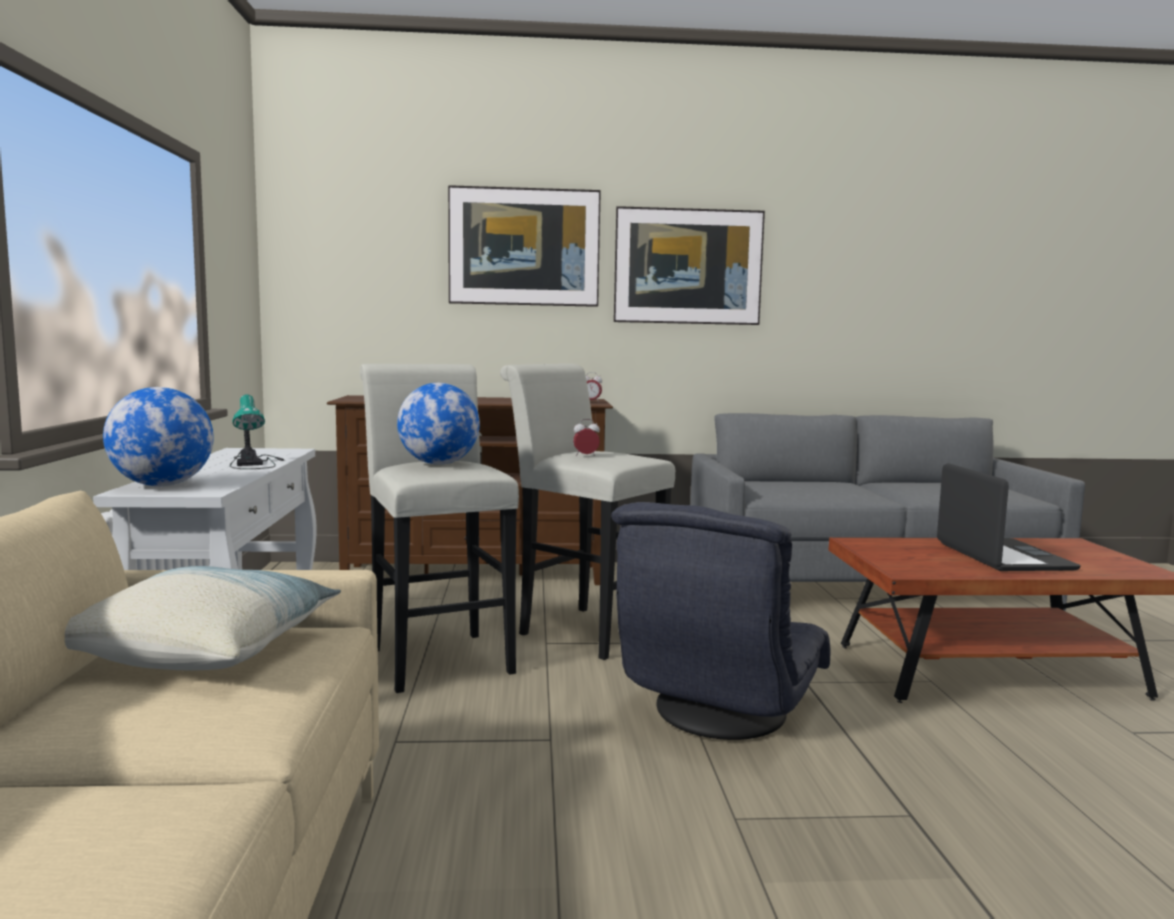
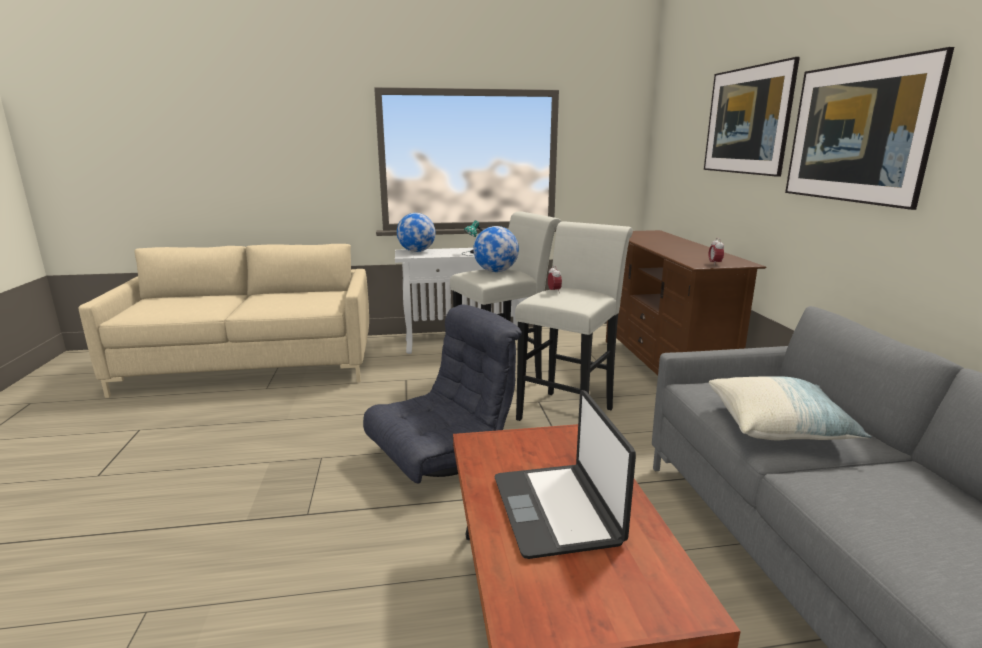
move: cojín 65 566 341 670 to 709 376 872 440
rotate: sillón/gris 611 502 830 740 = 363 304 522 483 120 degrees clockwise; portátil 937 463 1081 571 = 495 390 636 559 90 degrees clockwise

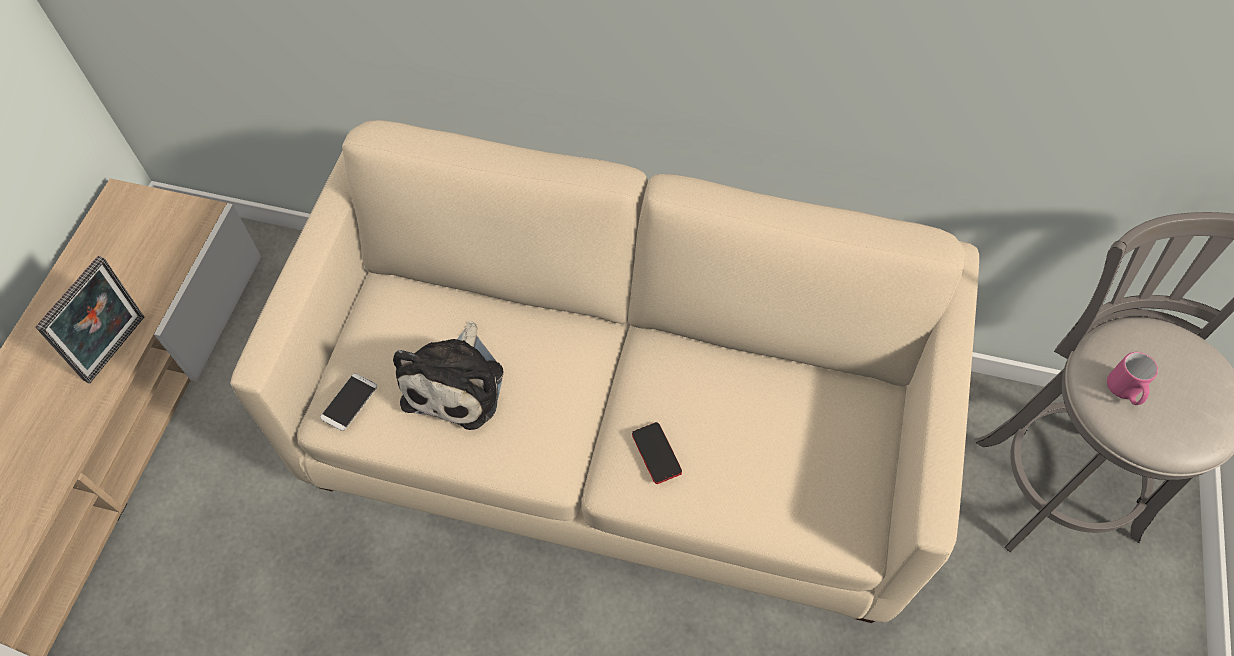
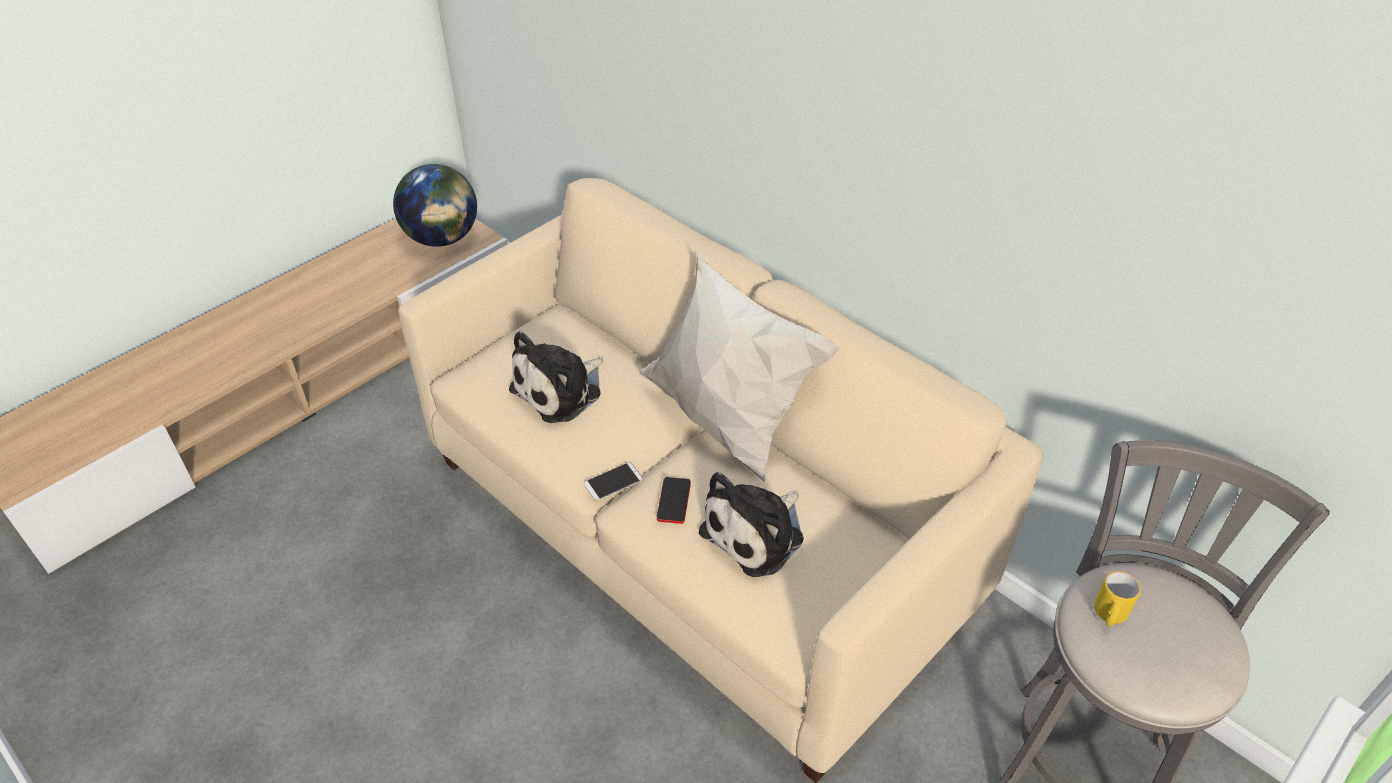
delete: portarretratos 35 256 144 384
insert: globo terráqueo 393 164 477 247; cojín/blanco 639 250 839 482; peluche 699 472 804 577
move: móvil 320 373 377 431 to 584 462 643 501
recolor: taza grande/rosa 1107 352 1158 405 to taza grande/amarillo 1094 571 1141 627

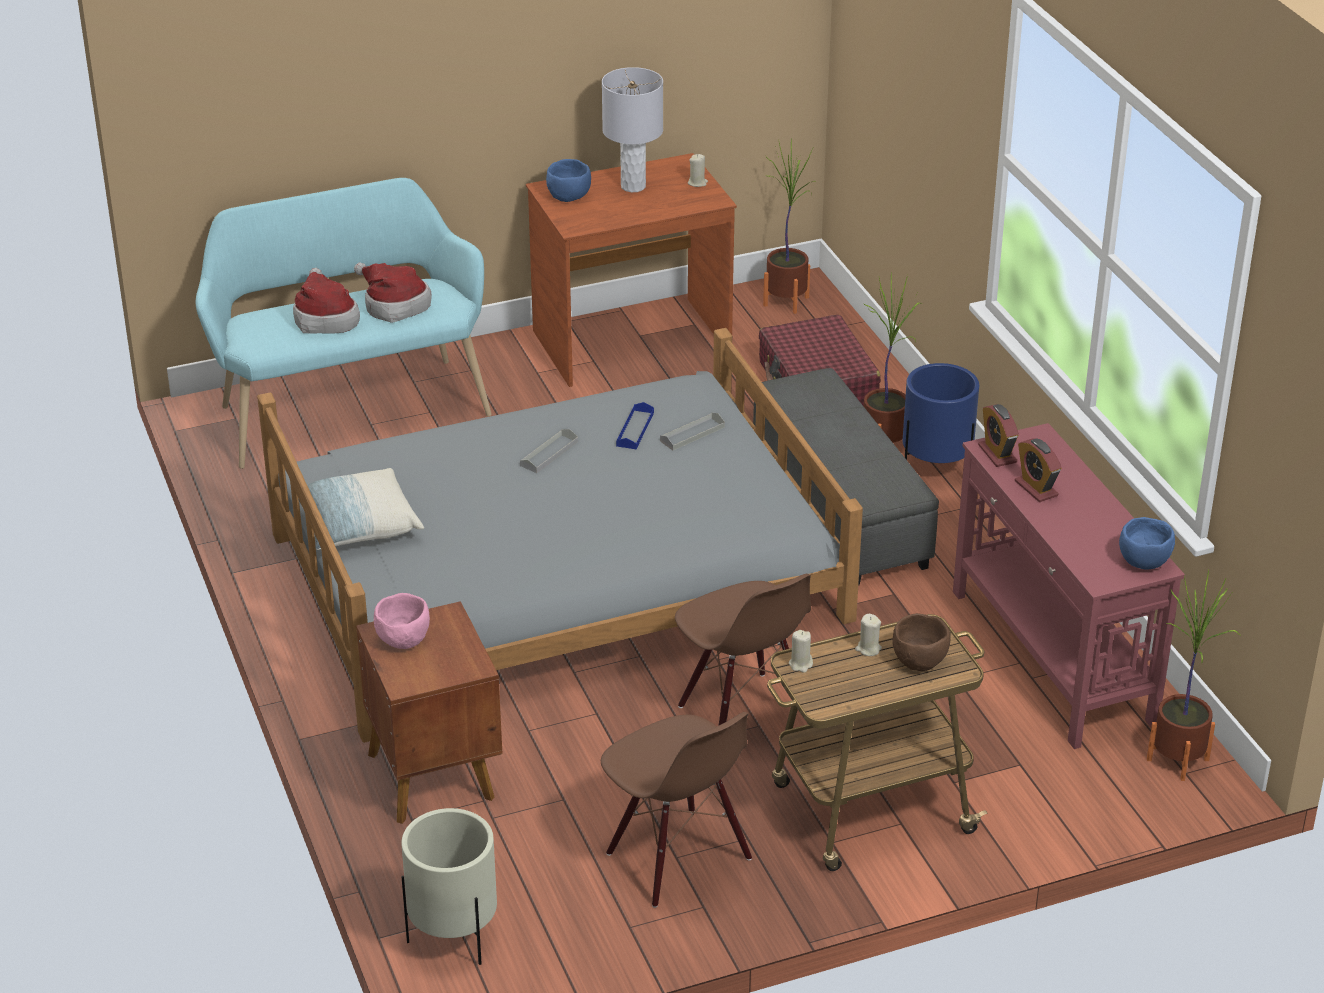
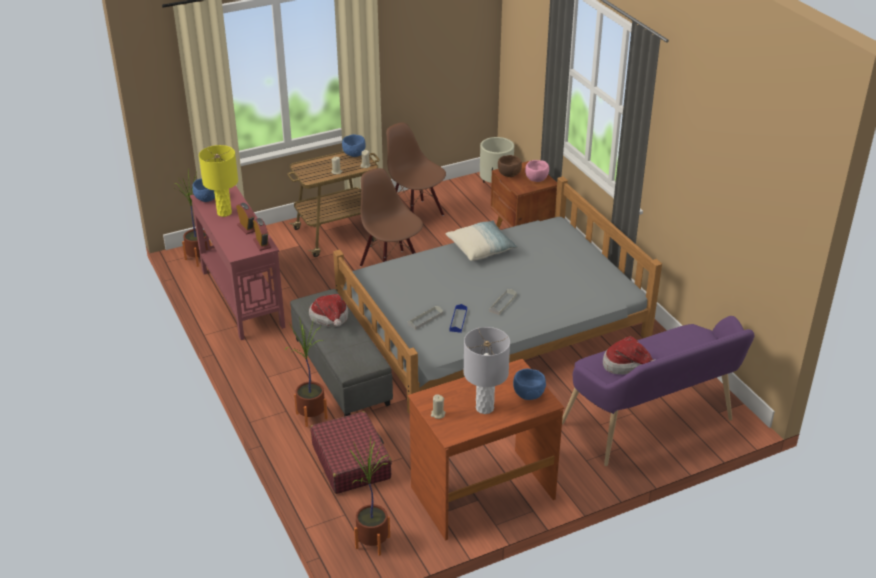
delete: maceta/azul 903 363 979 463
insert: lámpara de mesa/amarillo 199 145 238 217; cuenco/azul 342 134 366 157
move: sombrero 293 268 360 333 to 309 294 348 327; cojín 299 468 424 550 to 446 221 518 261; cuenco/marrón 893 613 951 671 to 498 155 522 177
recolor: banco/turquesa 196 178 492 469 to banco/morado 562 316 755 466

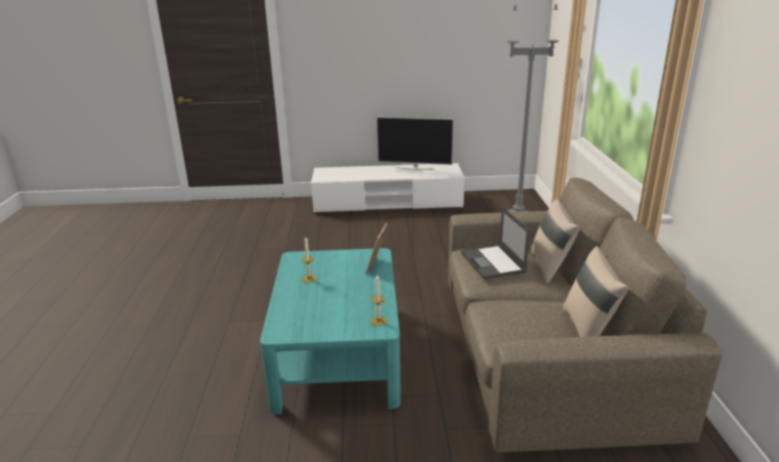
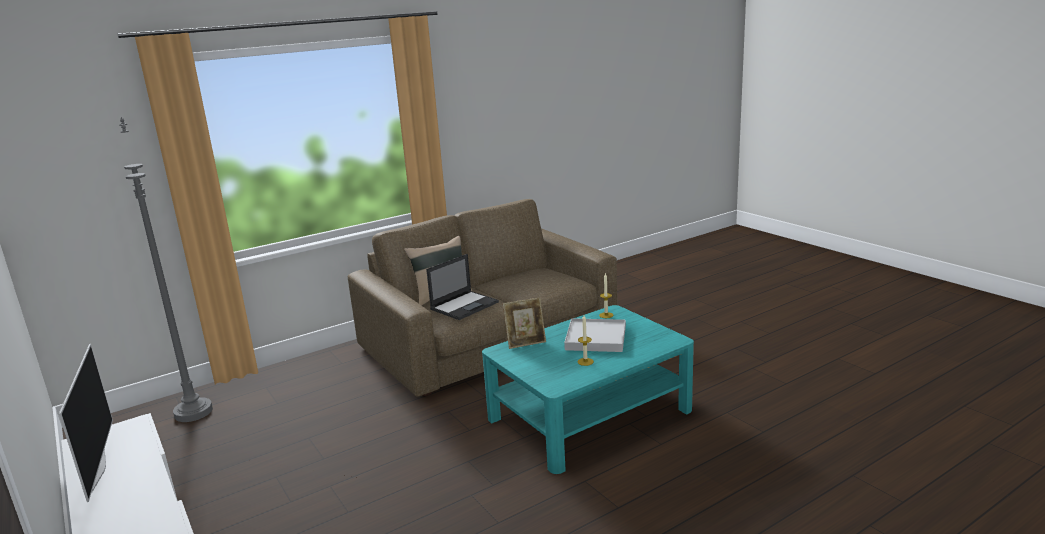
delete: cojín/beis 563 246 629 337
insert: bandeja/blanco 564 318 626 352

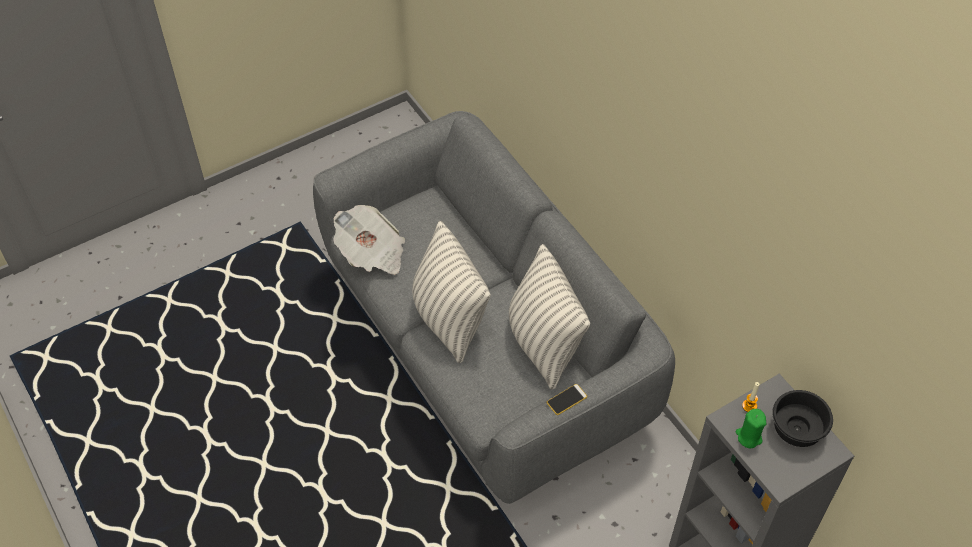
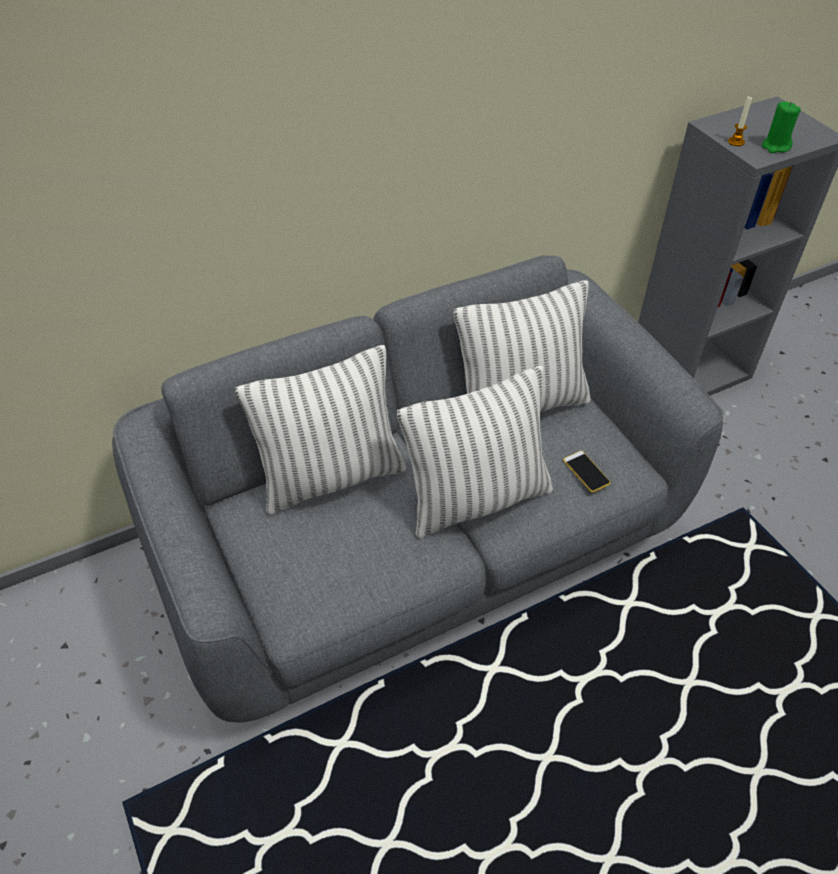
delete: periódico 333 205 405 275; cuenco/negro 772 390 833 447
insert: cojín 235 345 407 515
move: móvil 547 384 587 415 to 563 451 611 493

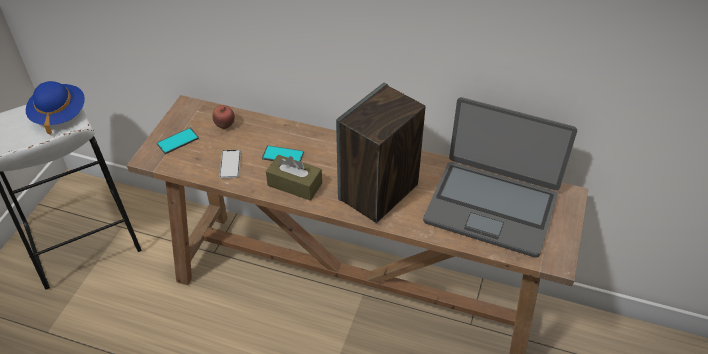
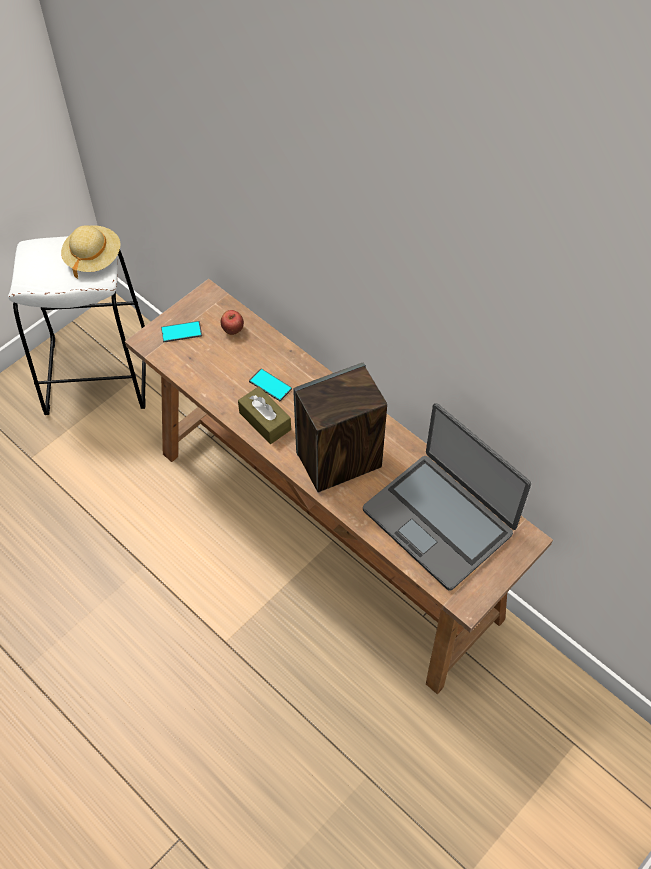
delete: móvil 219 150 241 178
recolor: sombrero/azul 26 81 85 135 to sombrero/beis 61 225 120 279

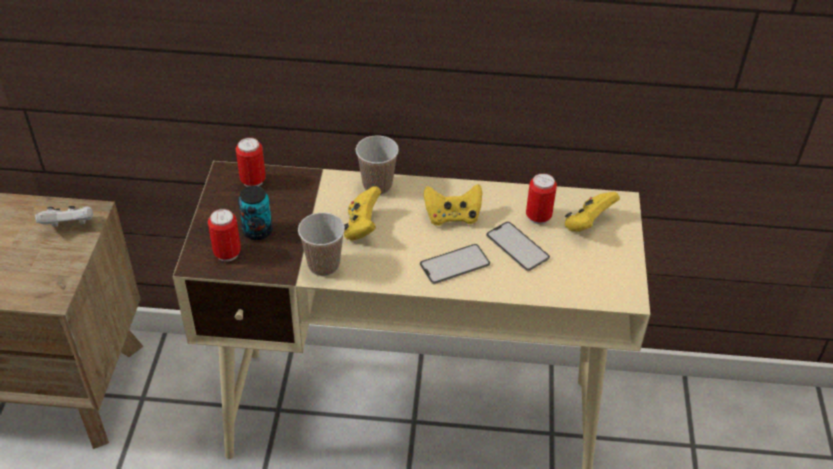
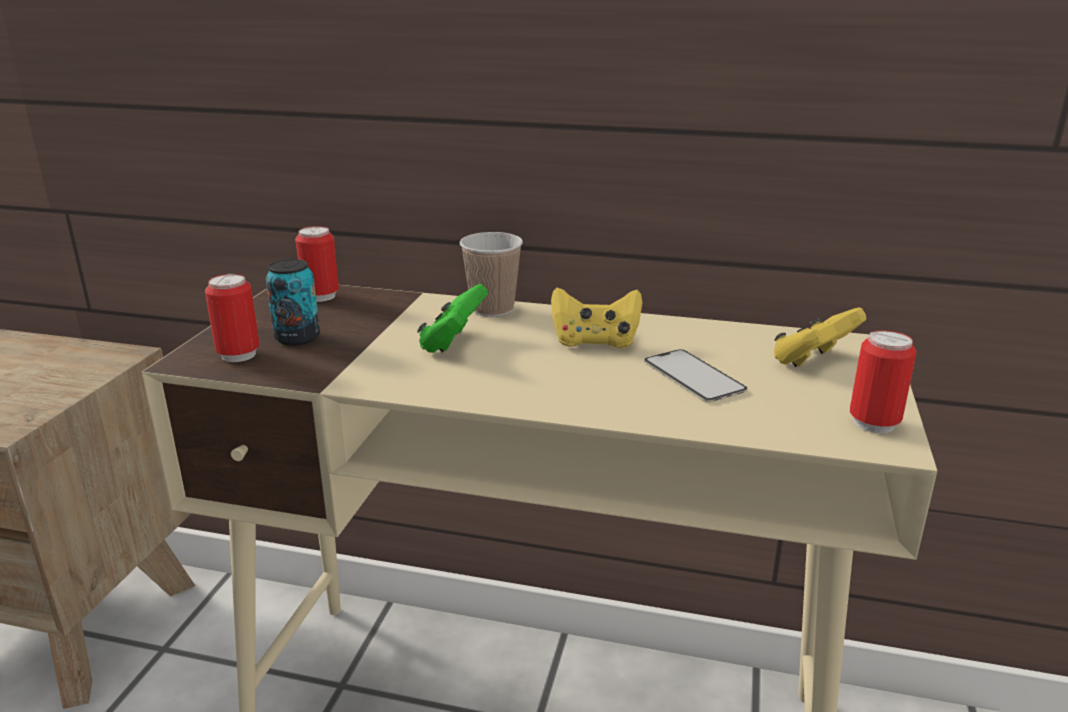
delete: mando de consola/blanco 35 206 93 227; taza 298 212 345 276; móvil 420 244 490 284
move: lata 526 173 557 224 to 850 330 916 433
recolor: mando de consola/amarillo 344 186 381 241 to mando de consola/verde 417 284 488 353

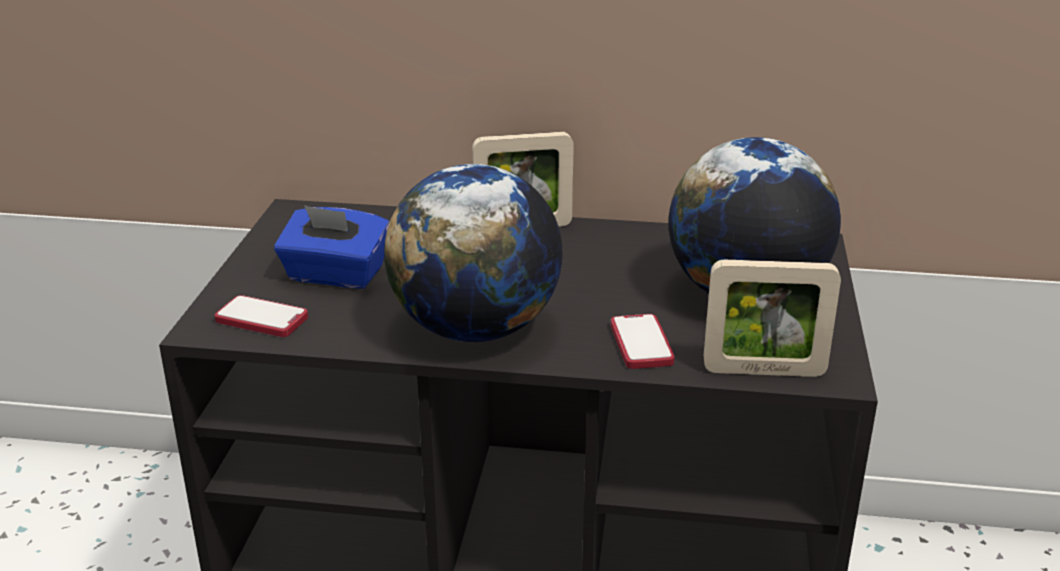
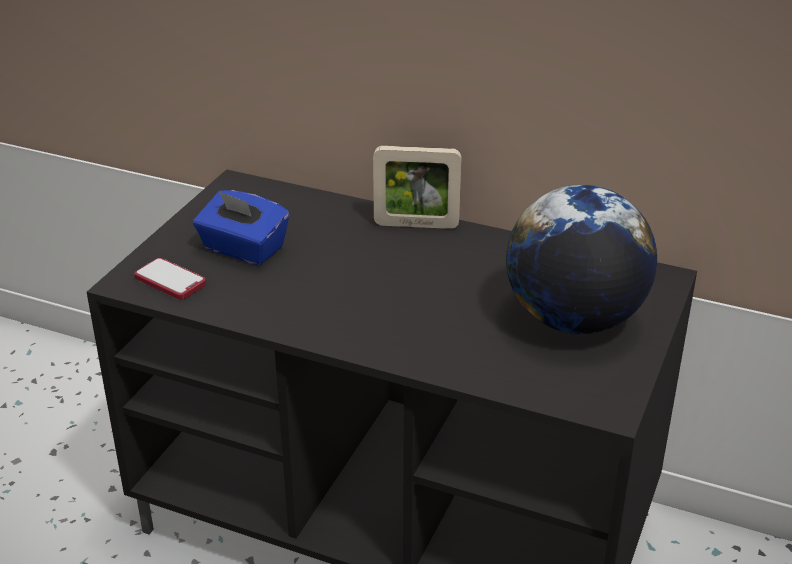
delete: globo terráqueo 384 164 563 342; móvil 611 314 675 369; portarretratos 704 260 841 377

